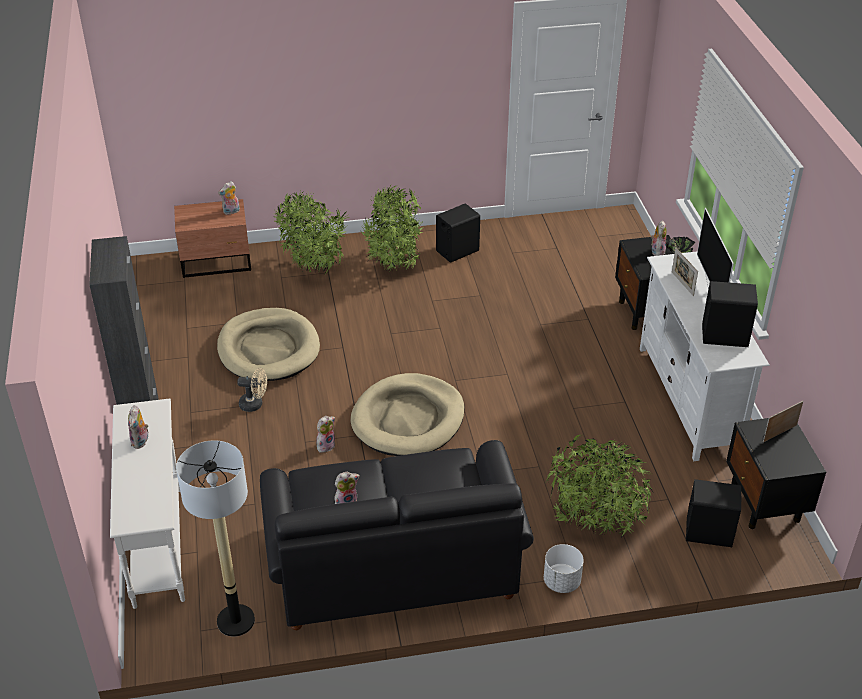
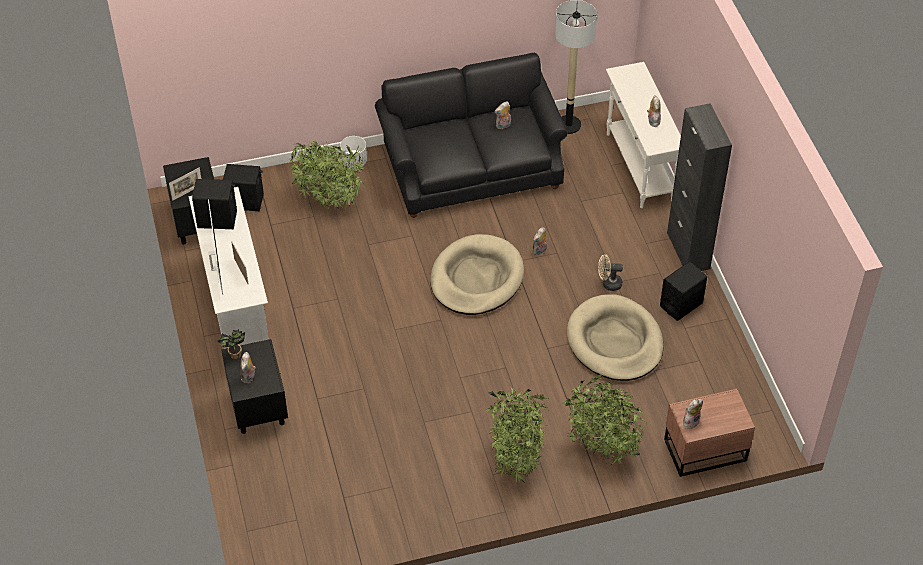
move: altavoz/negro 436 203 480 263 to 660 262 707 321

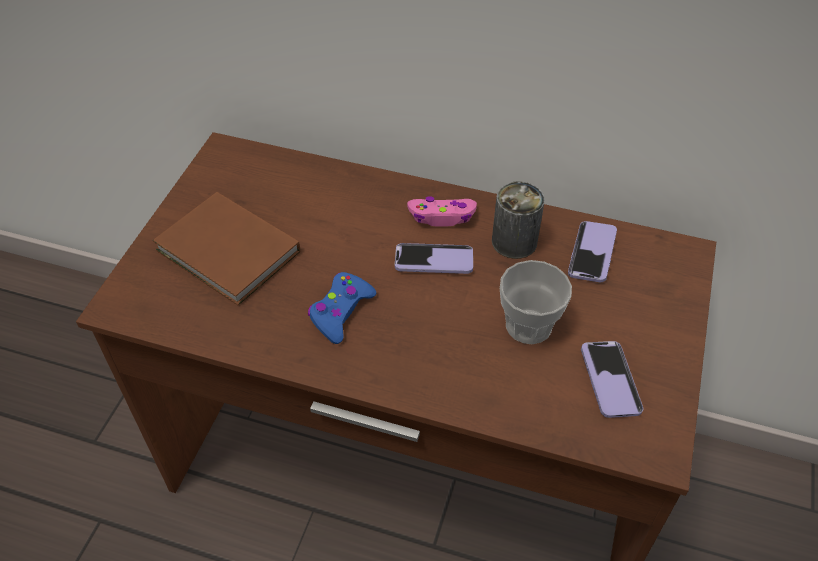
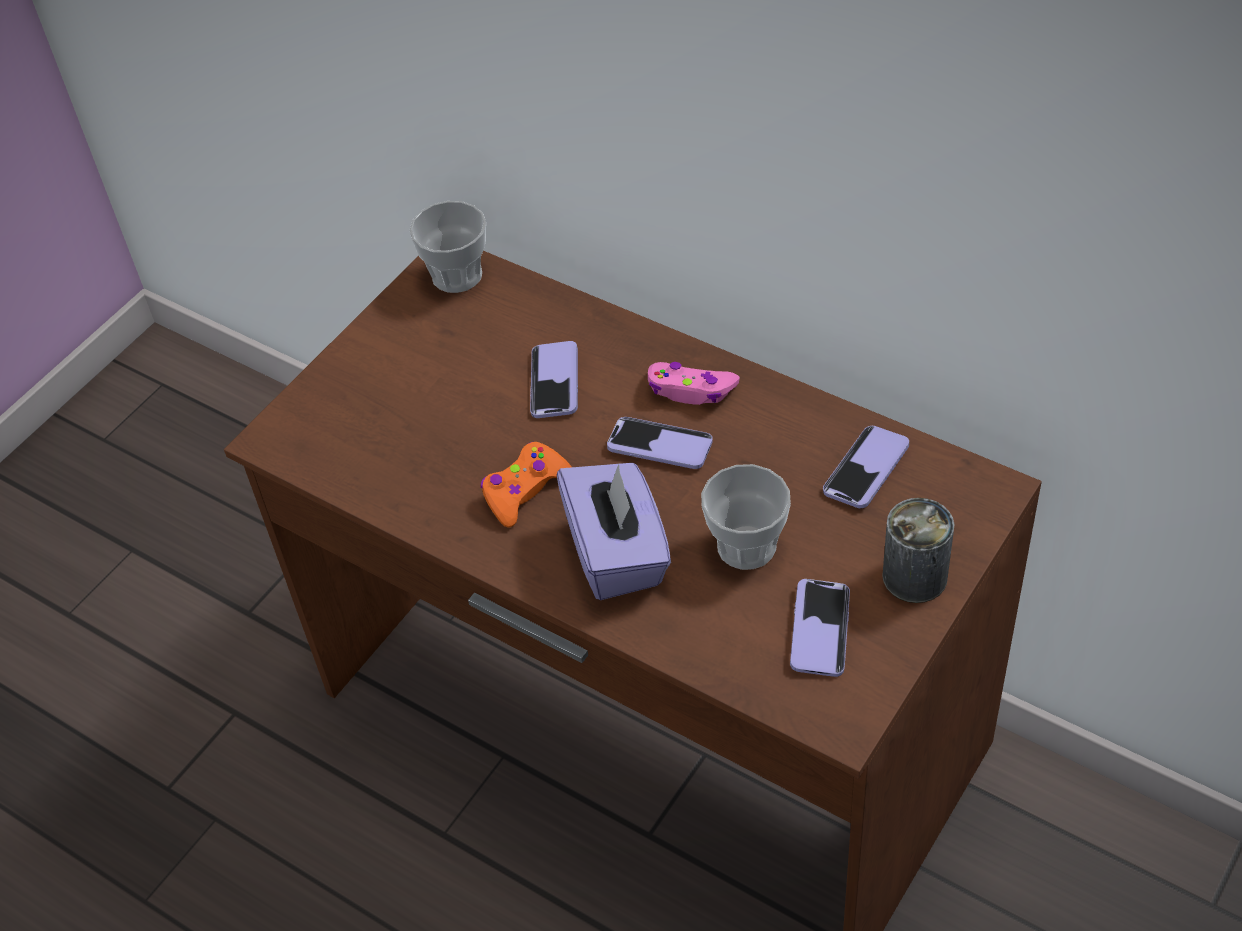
delete: libro/marrón 153 192 300 305
insert: taza 410 201 486 293; móvil 530 341 578 418; caja de pañuelos/morado 557 463 671 600
move: lata 492 181 545 259 to 882 498 954 603
recolor: mando de consola/azul 308 272 376 344 to mando de consola/naranja 481 442 571 527

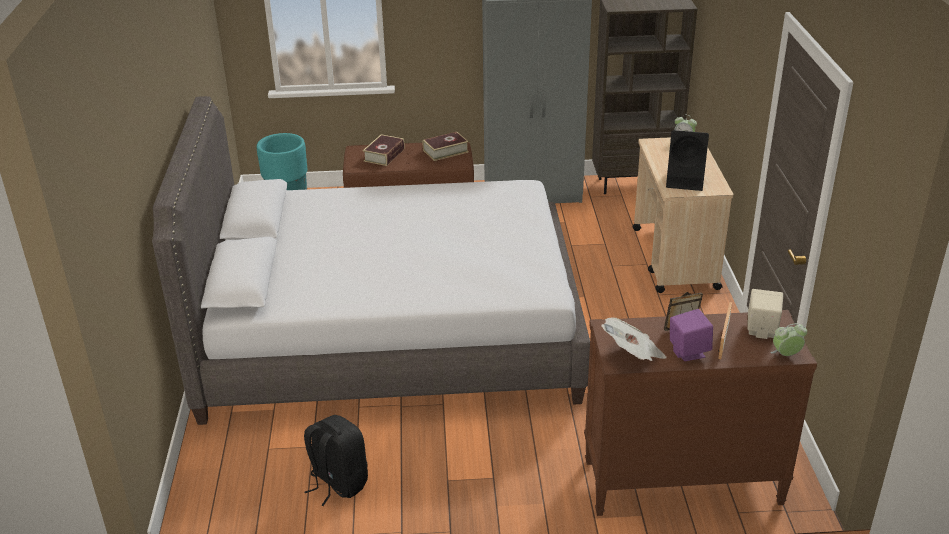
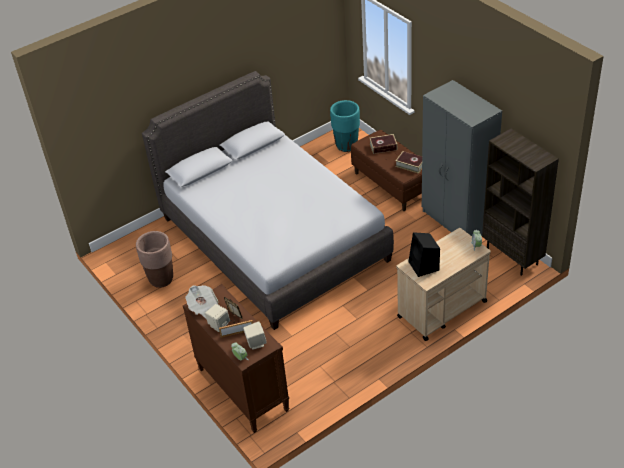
replace: mochila/negro 304 415 368 506 to maceta/marrón 136 231 173 288
recolor: altavoz/morado 670 309 713 361 to altavoz/beis 205 304 230 332

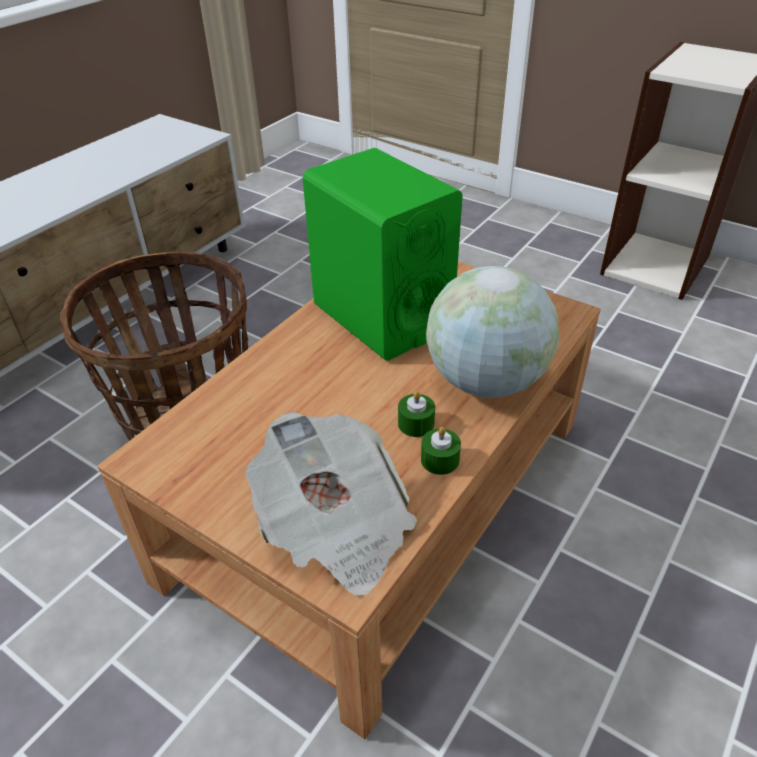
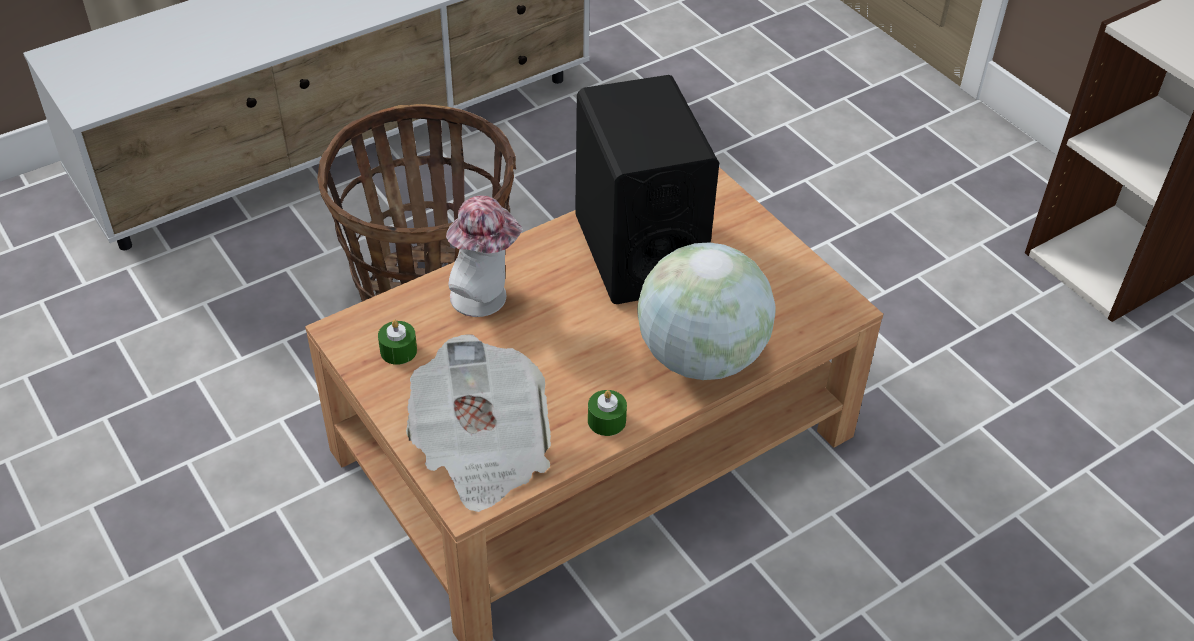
insert: sombrero 446 195 523 317
move: vela/verde 398 391 435 437 to 378 320 417 365
recolor: altavoz/verde 303 148 463 361 to altavoz/negro 575 75 719 304

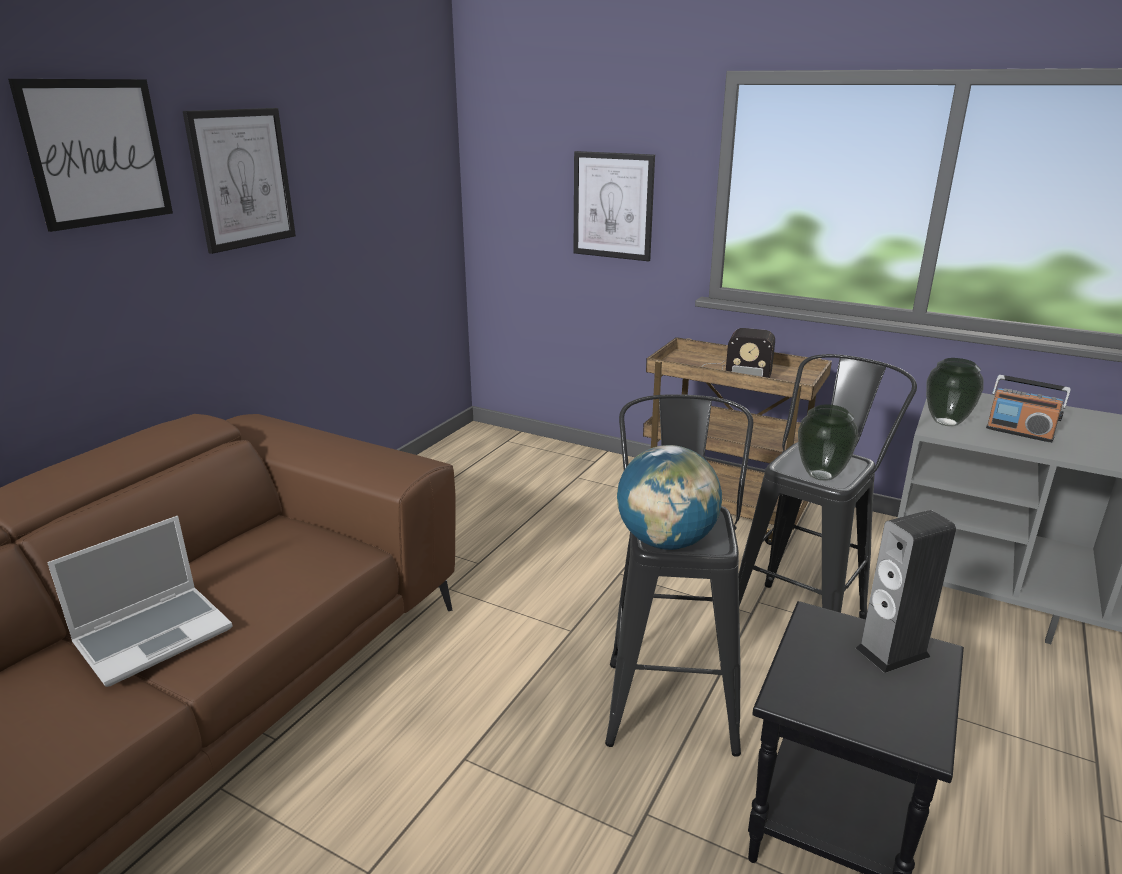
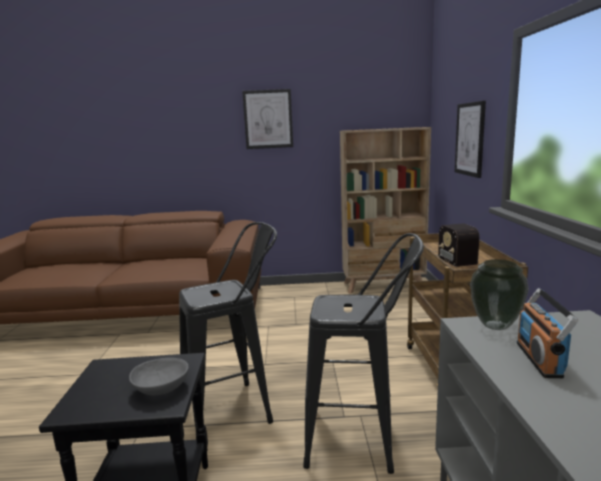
delete: cuadro 8 79 173 232; portátil 47 516 232 687; globo terráqueo 617 445 722 550; florero 798 405 858 481
insert: estantería/beis 340 127 431 294
replace: altavoz 856 510 956 673 to cuenco/gris 129 358 189 395

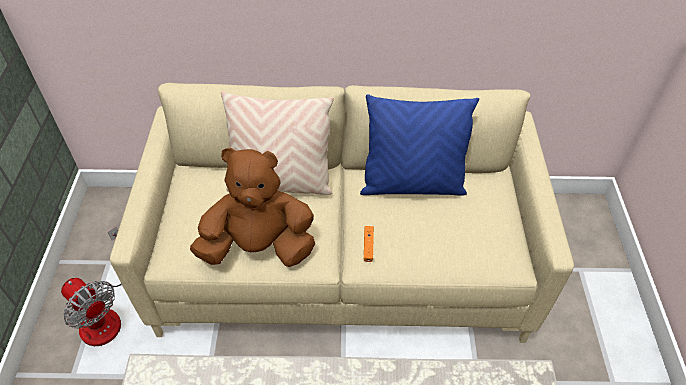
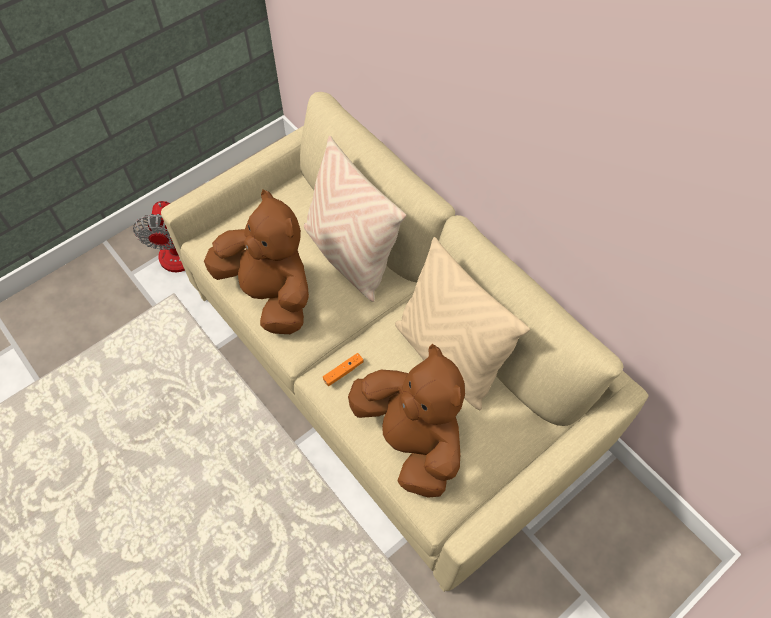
insert: peluche/marrón 348 344 465 498
recolor: cojín/azul 360 94 479 196 to cojín/beis 395 237 530 410

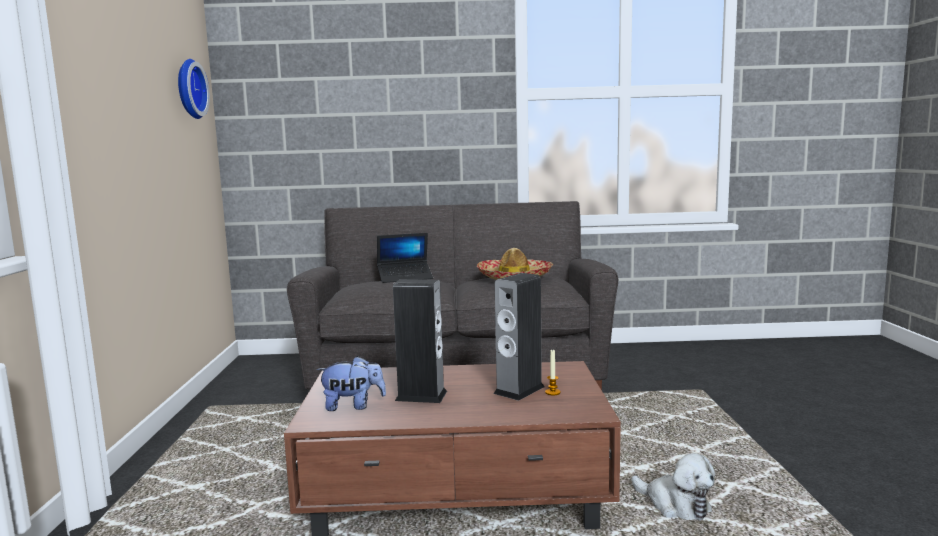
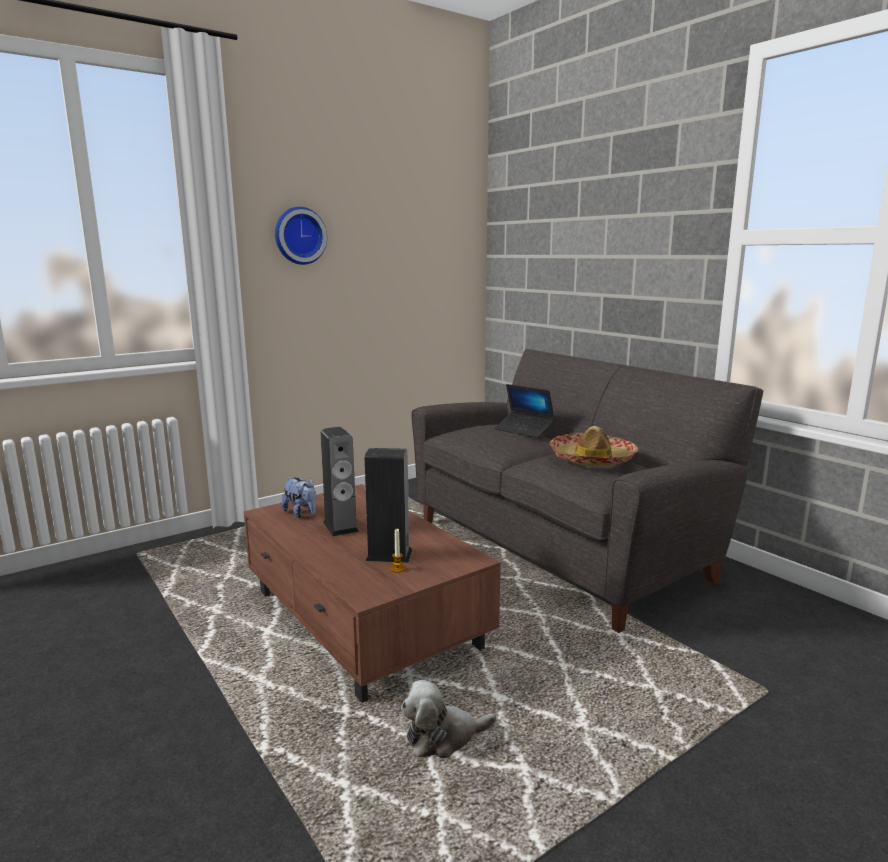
move: reloj de pared 178 59 210 119 to 275 207 327 265
rotate: peluche 631 453 715 521 = 401 680 496 758 60 degrees clockwise

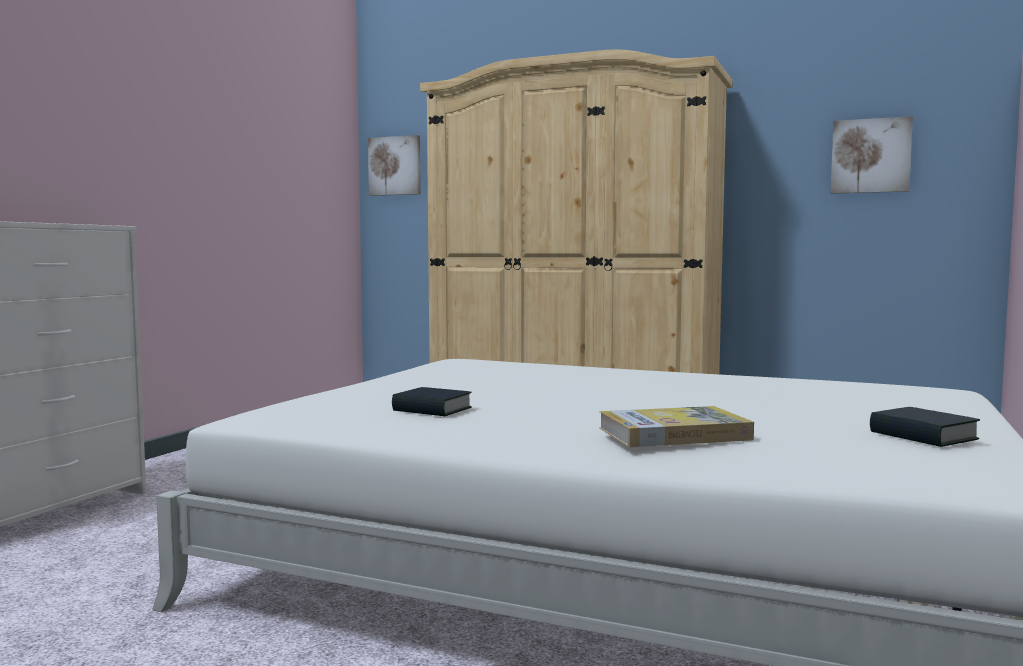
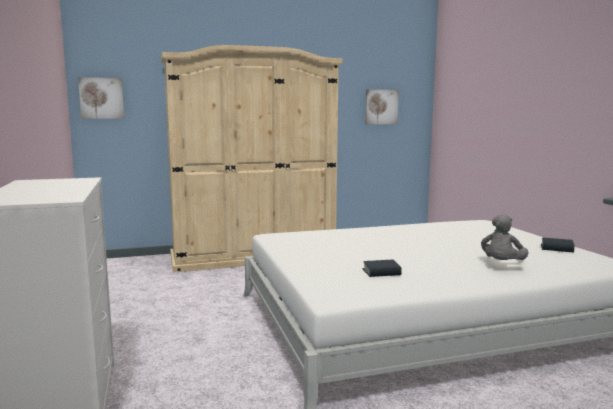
replace: libro 600 406 754 447 to peluche/gris 481 214 529 260

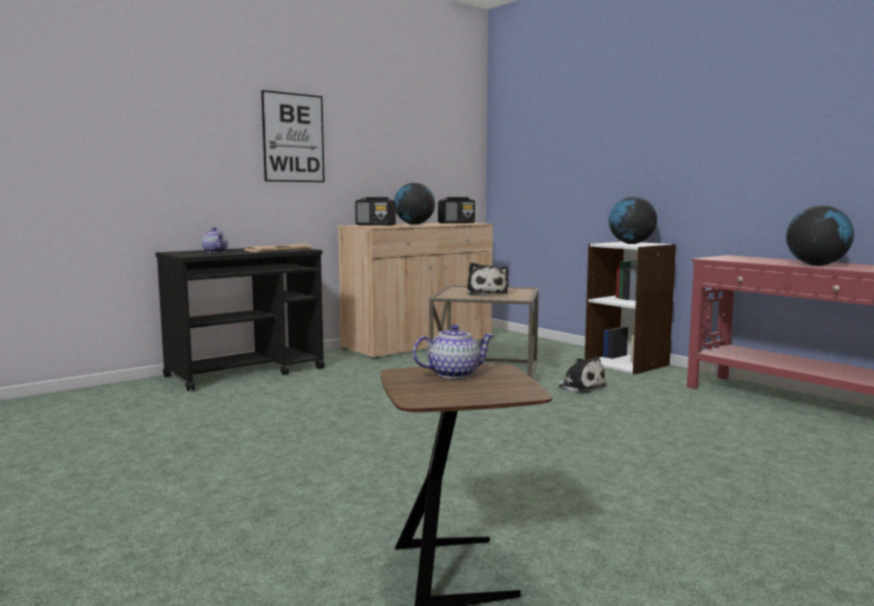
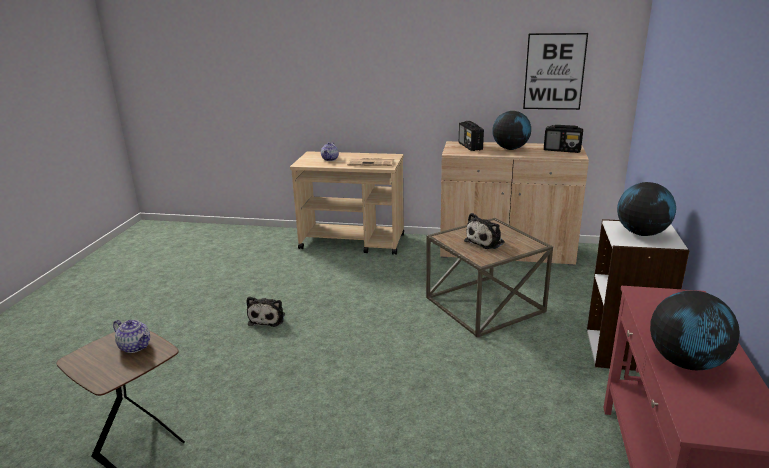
move: peluche 552 356 607 393 to 246 297 285 327; cuadro 261 90 325 182 to 523 33 588 110
recolor: carrito/negro 155 248 325 391 to carrito/beis 290 151 404 255

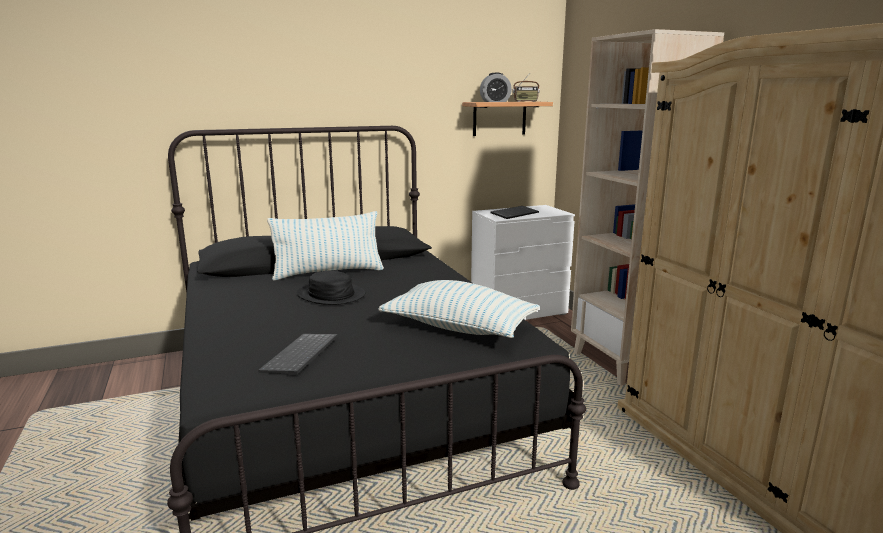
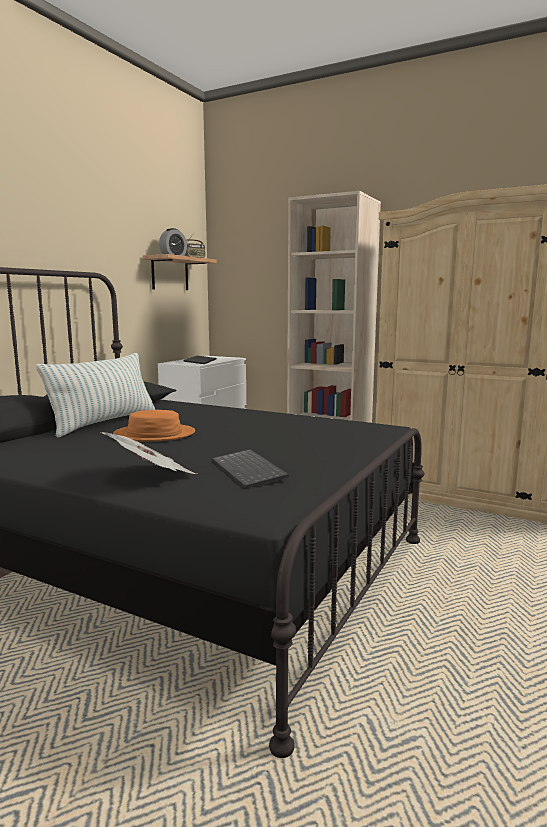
delete: cojín 378 280 540 338
insert: periódico 101 432 196 474
recolor: sombrero/negro 297 271 366 305 to sombrero/naranja 113 410 195 442

